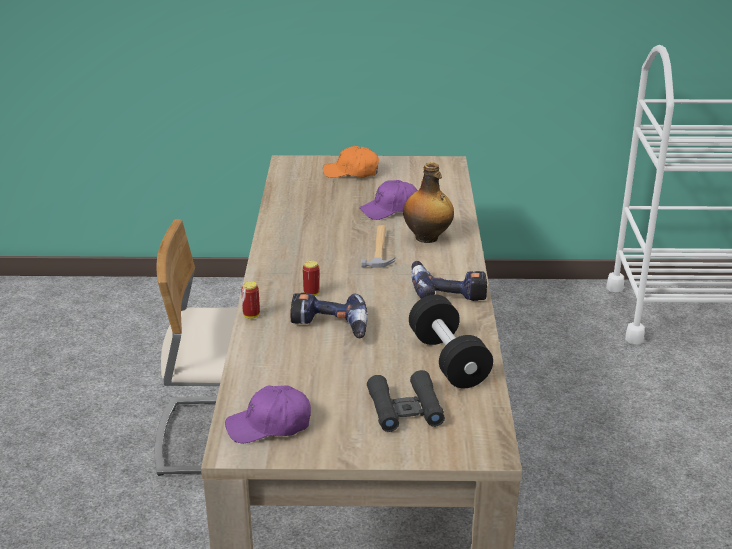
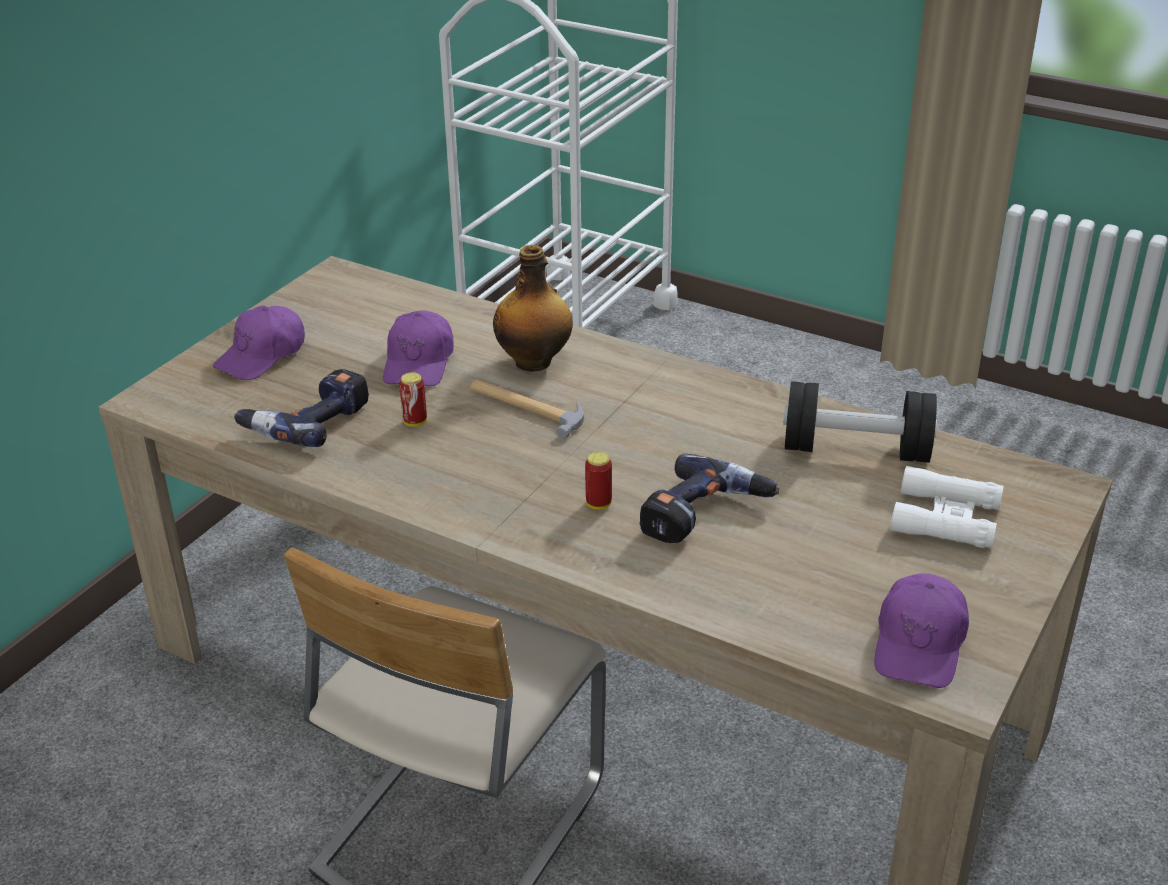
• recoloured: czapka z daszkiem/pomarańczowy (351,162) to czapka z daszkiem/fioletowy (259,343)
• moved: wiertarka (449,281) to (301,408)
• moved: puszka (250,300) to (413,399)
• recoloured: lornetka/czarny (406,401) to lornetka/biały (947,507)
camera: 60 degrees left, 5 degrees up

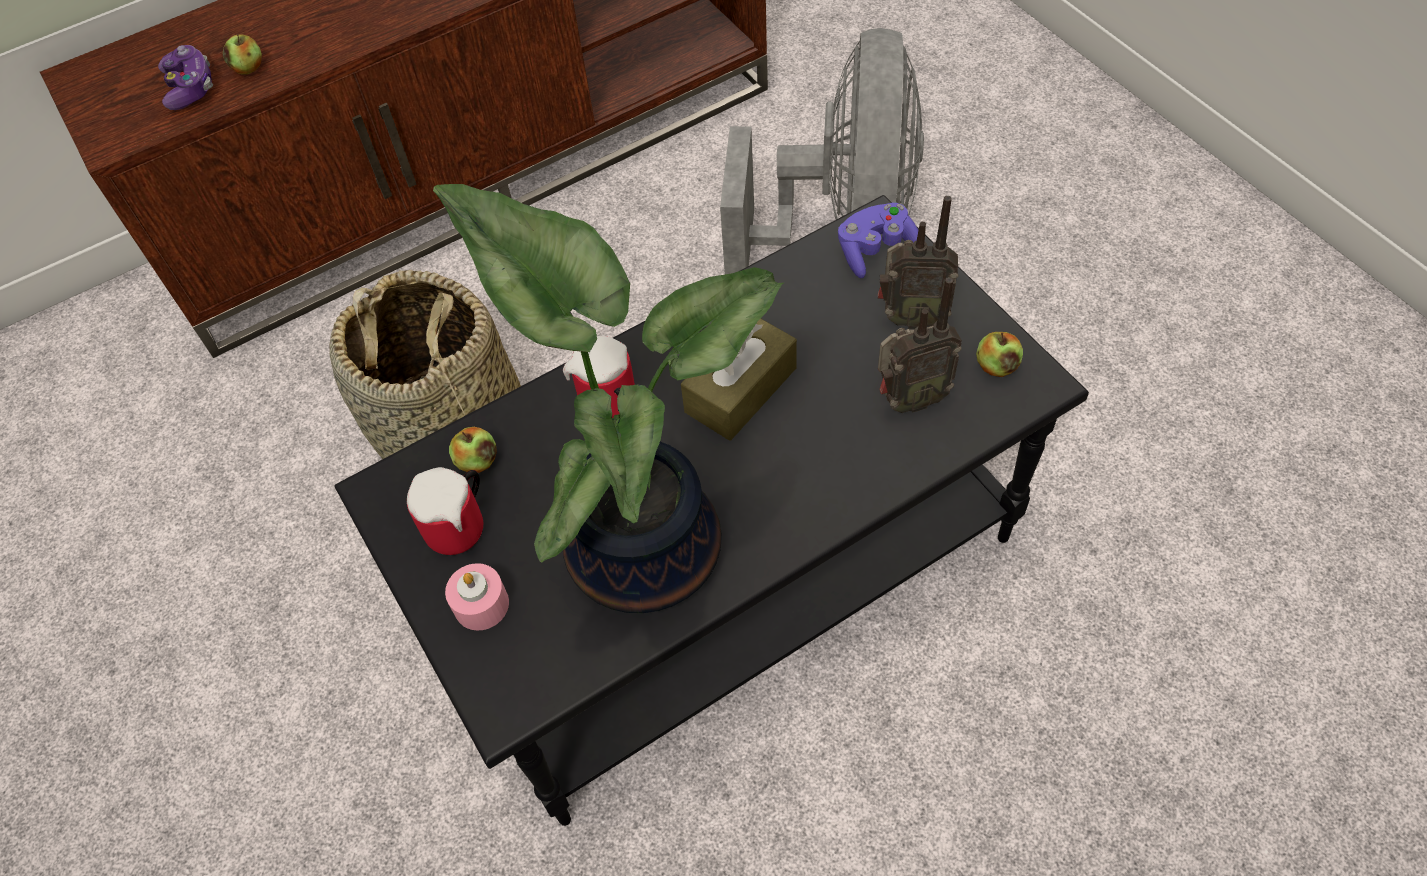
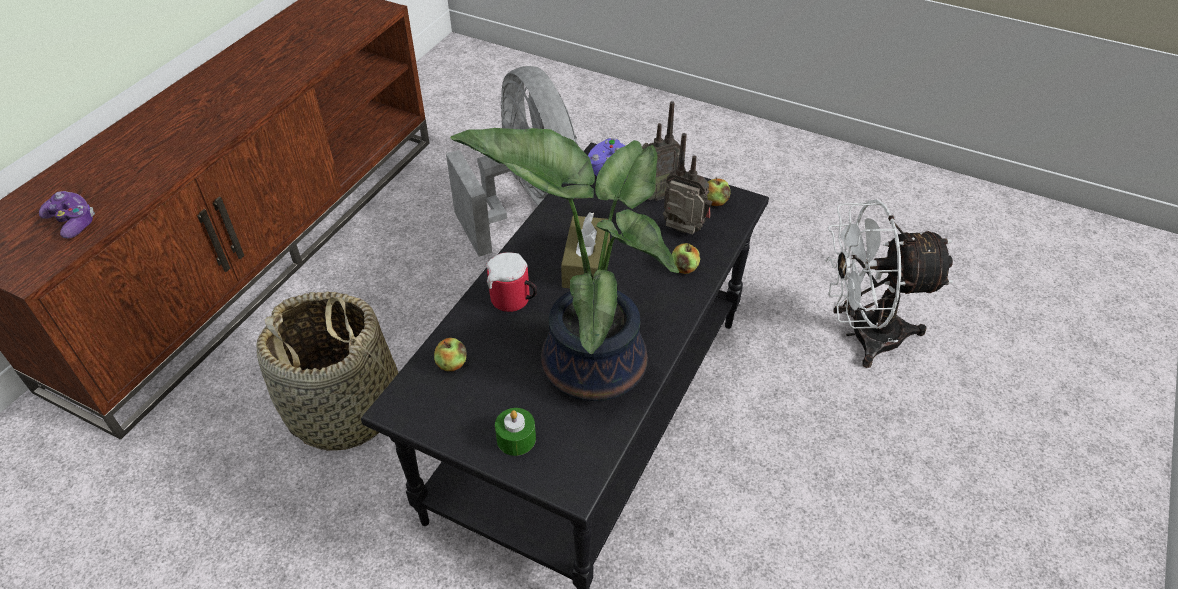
• moved: jabłko (242,54) to (686,258)
• turned: radio (920,345) = (688,184) 105 degrees counterclockwise
• removed: kubek (445,511)
• recoloured: świeca/różowy (477,597) to świeca/zielony (515,432)
• added: wentylator/biały (889,283)
camera: 35 degrees left, 10 degrees down

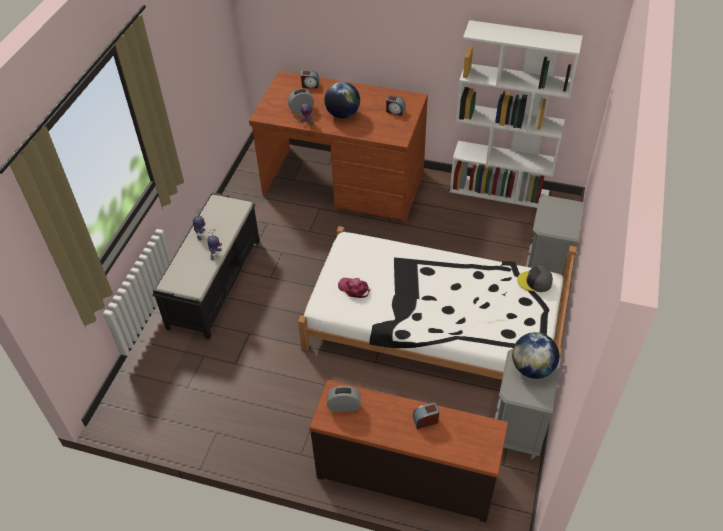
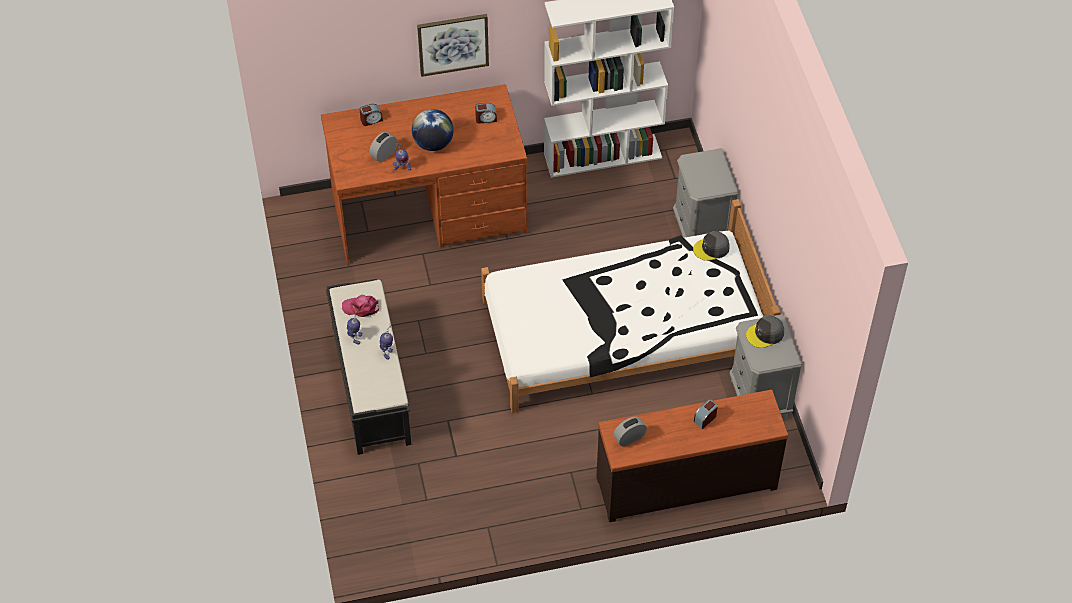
• moved: czapka z daszkiem/różowy (354,288) to (360,306)
• replaced: globus (535,355) to czapka z daszkiem/szary (765,331)
• added: obraz (453,45)
camera: 30 degrees left, 5 degrees up

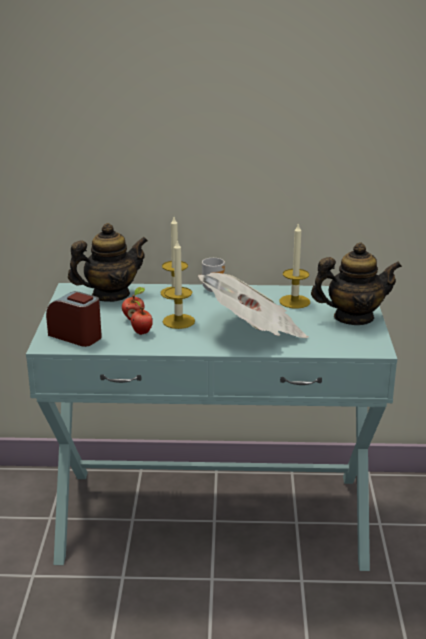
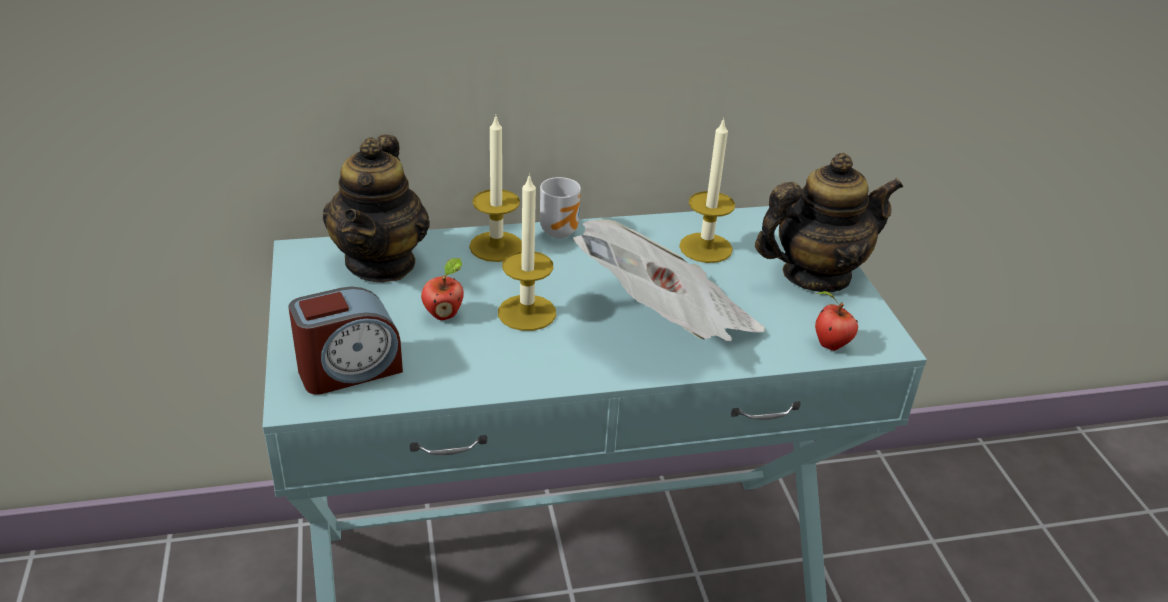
• turned: imbryk (108,262) = (376,208) 135 degrees clockwise
• turned: budzik (74,319) = (345,340) 135 degrees clockwise
• moved: jabłko (142,318) to (836,321)
camera: 15 degrees left, 10 degrees up

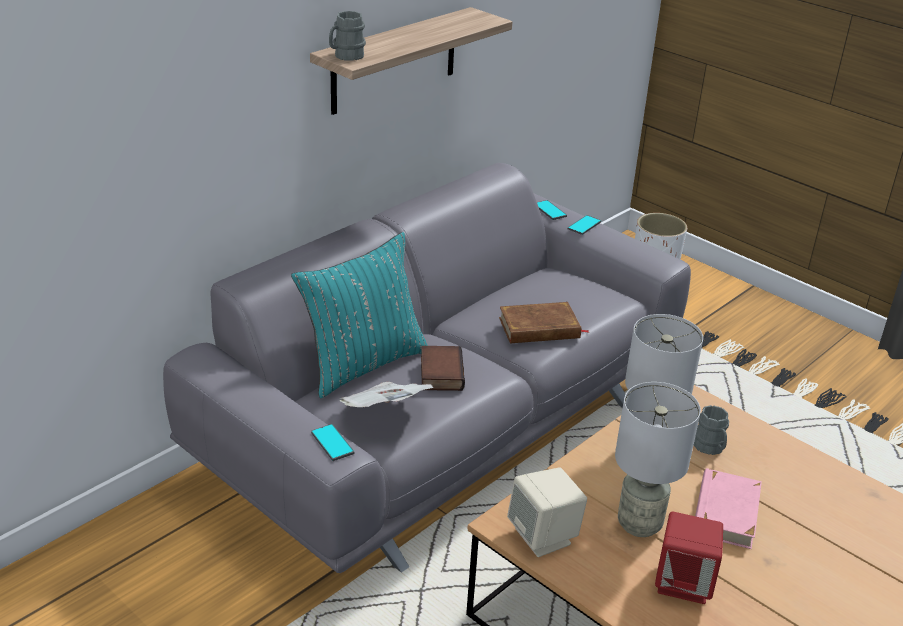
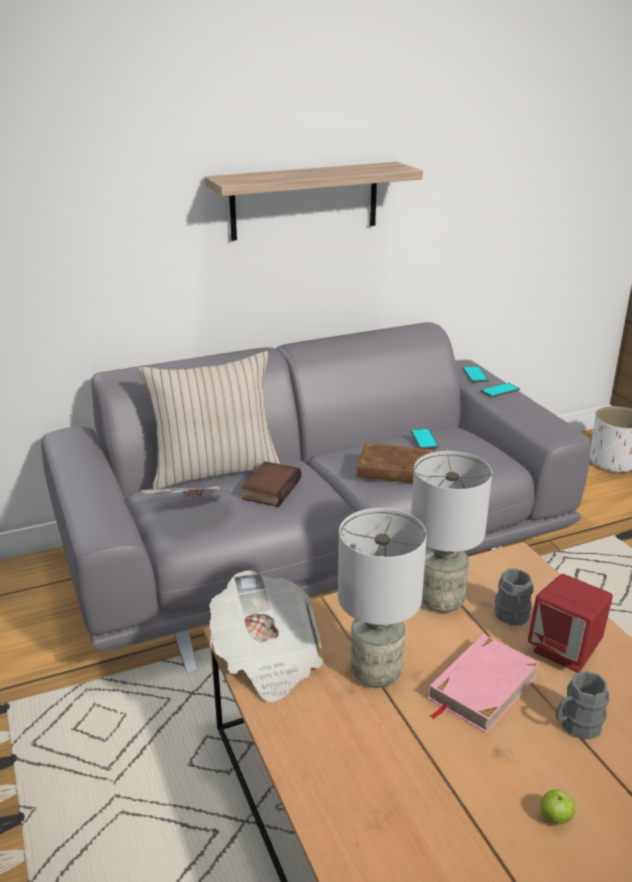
• moved: kubek/szary (347,36) to (582,705)
• recoloured: poduszka/turkusowy (359,315) to poduszka/beżowy (209,420)
• moved: telefon (332,442) to (425,439)
• replaced: głośnik/beżowy (547,512) to gazeta (266,636)
• moved: głośnik/czerwony (689,557) to (570,623)
• added: jabłko (558,806)
camera: 25 degrees right, 5 degrees down

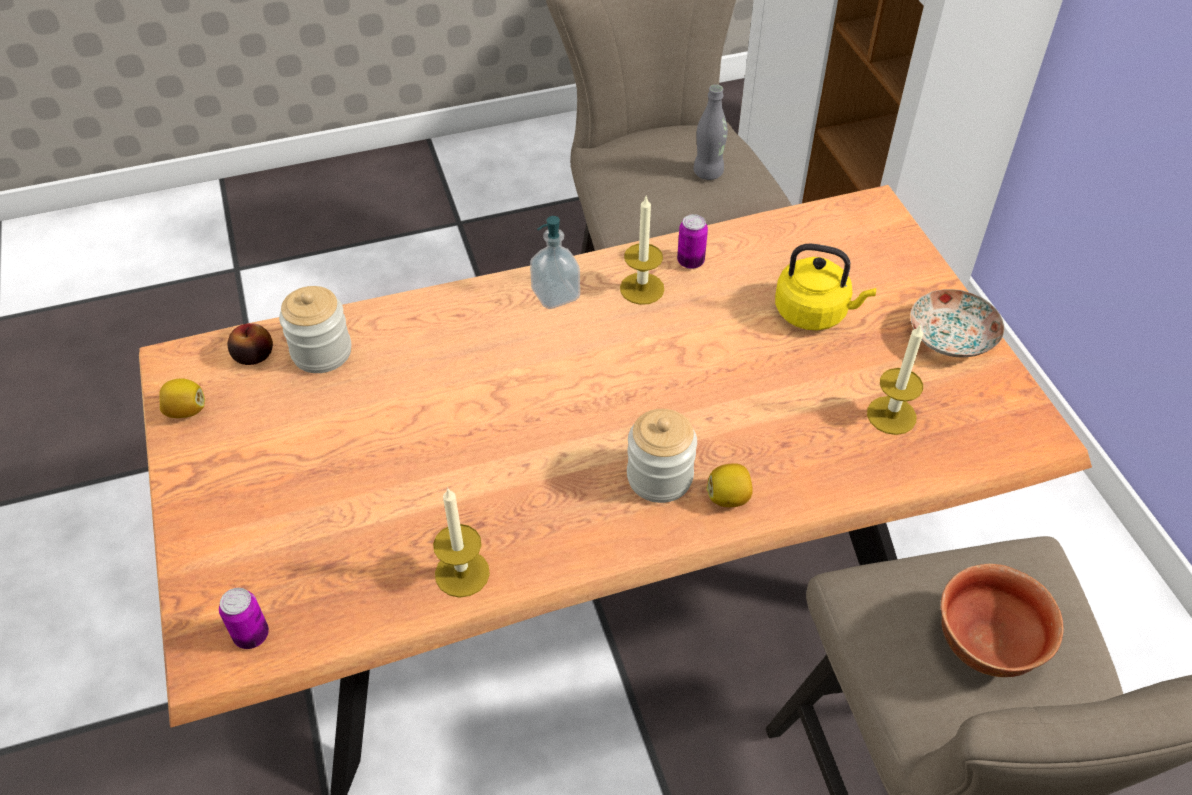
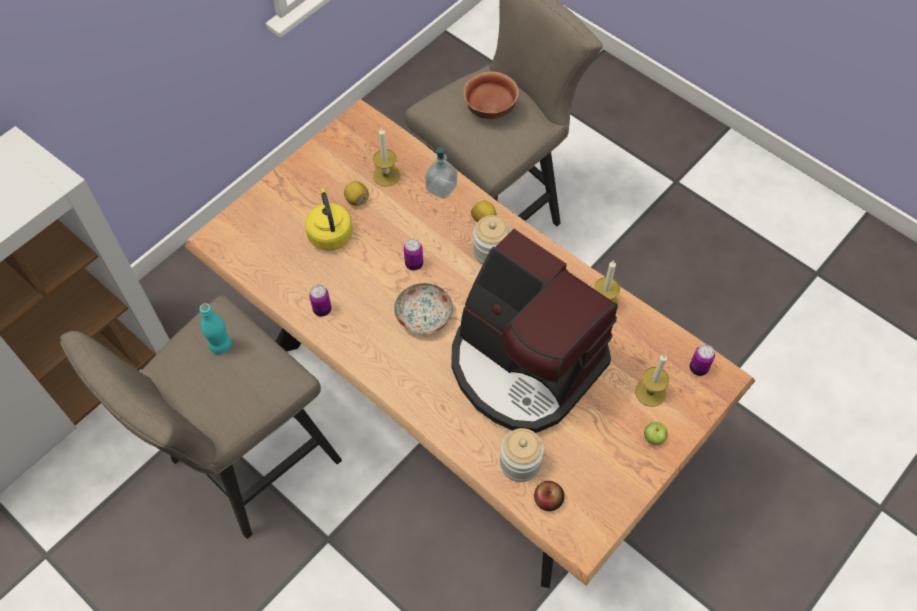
• recoloured: butelka/szary (710,132) to butelka/turkusowy (216,328)
• moved: świeca (642,250) to (652,380)
• moved: dozownik mydła (555,262) to (441,173)
• moved: talerz (957,323) to (423,308)
• moved: cytryna (182,398) to (356,193)
• added: ekspres do kawy (534,331)
• added: puszka (413,254)
• added: jabłko (656,433)
camera: 120 degrees left, 10 degrees up

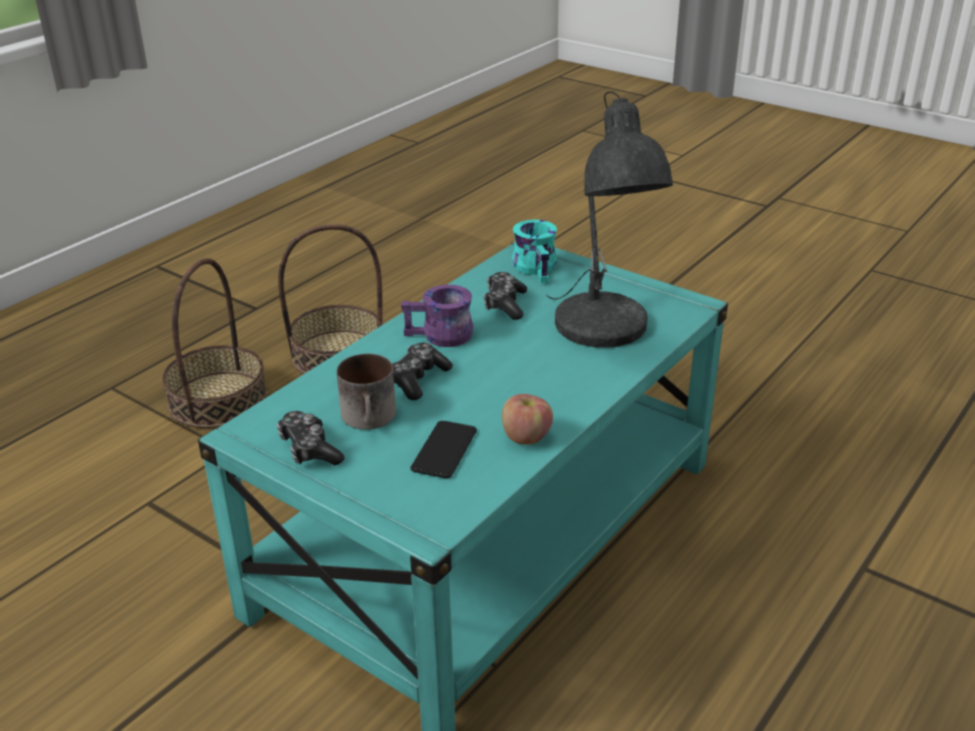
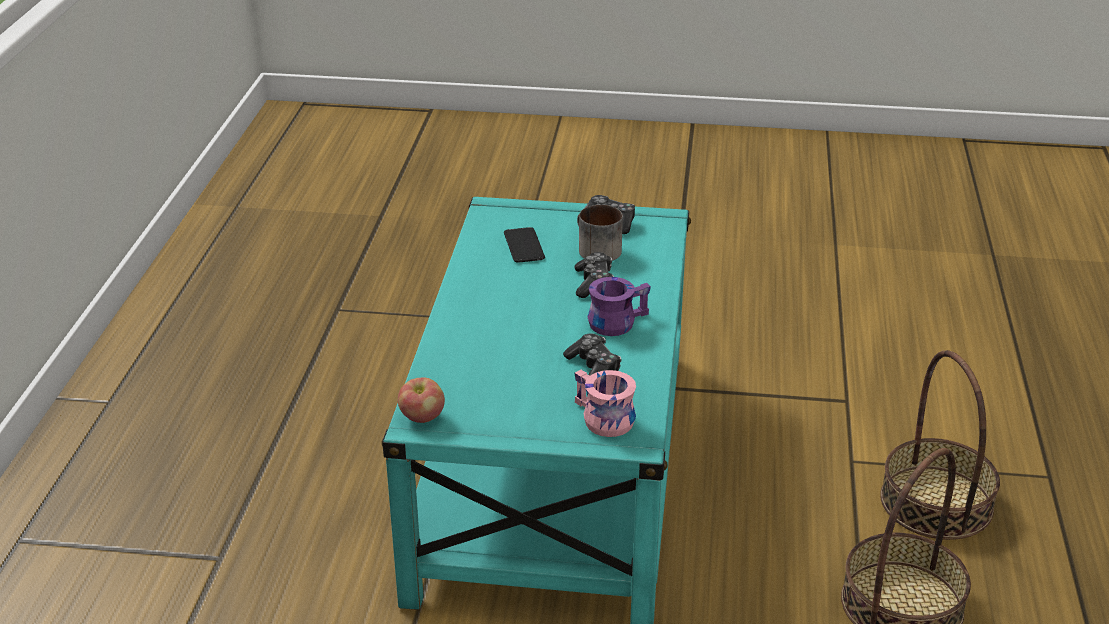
• removed: lampa stołowa/szary (609,220)
• recoloured: kubek/turkusowy (534,251) to kubek/różowy (605,403)
• moved: jabłko (527,419) to (421,400)
camera: 150 degrees right, 0 degrees up

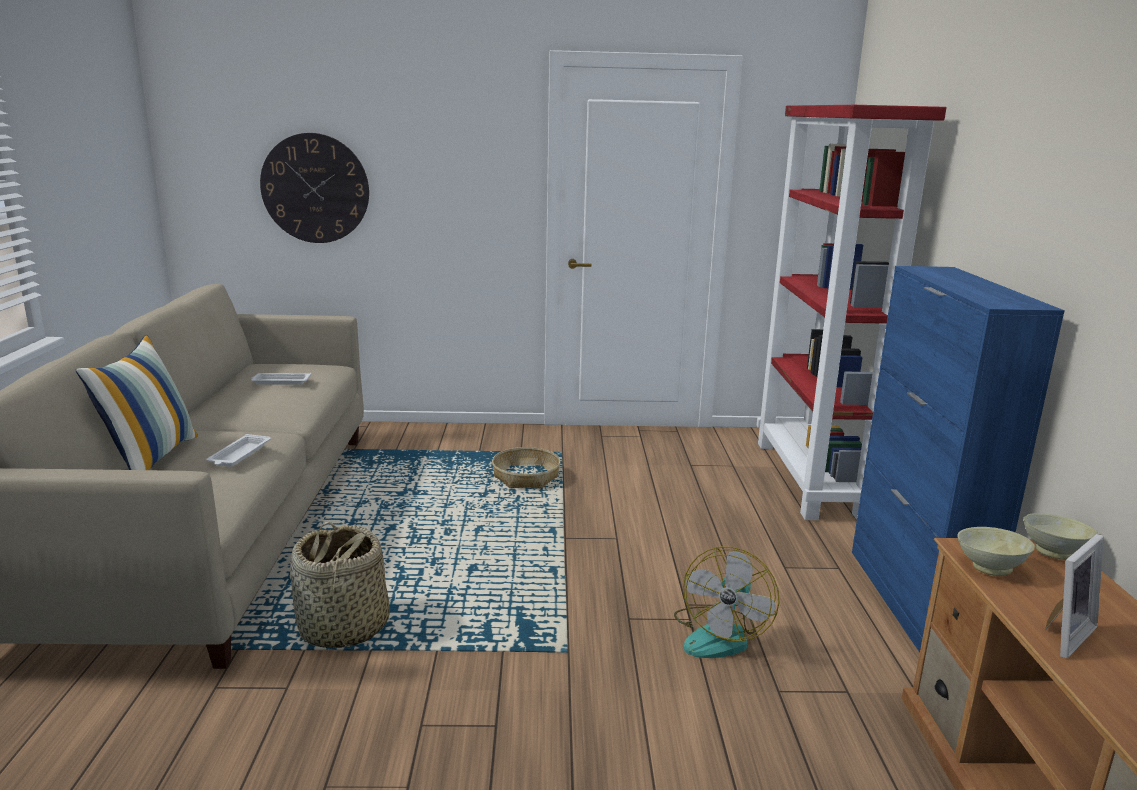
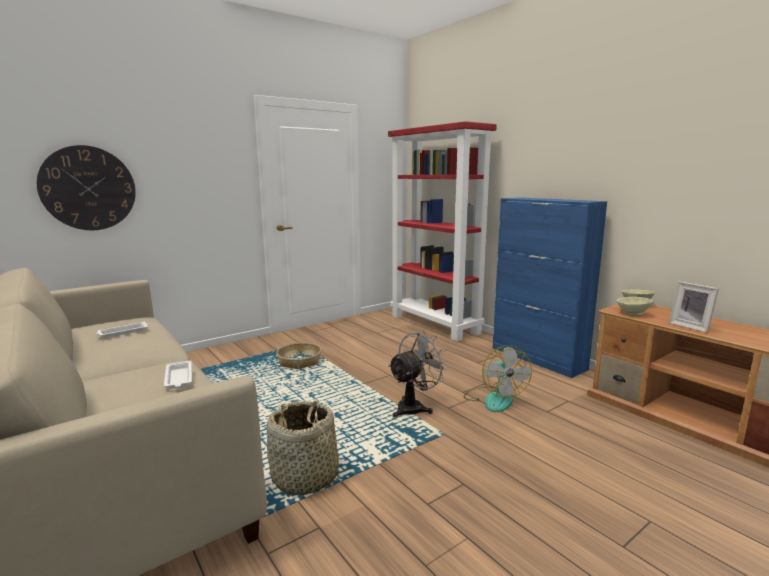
• removed: poduszka (137,402)
• turned: ramka na zdjęcie (1074,596) = (694,307) 135 degrees clockwise
• added: wentylator/szary (419,374)
camera: 35 degrees left, 5 degrees down

